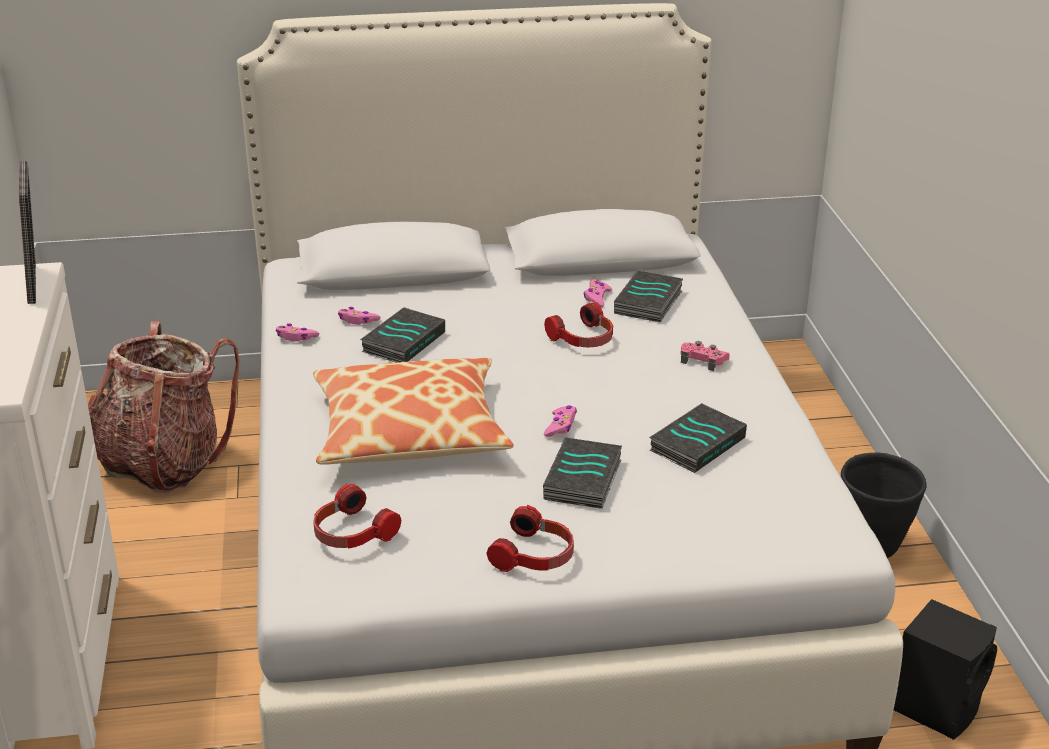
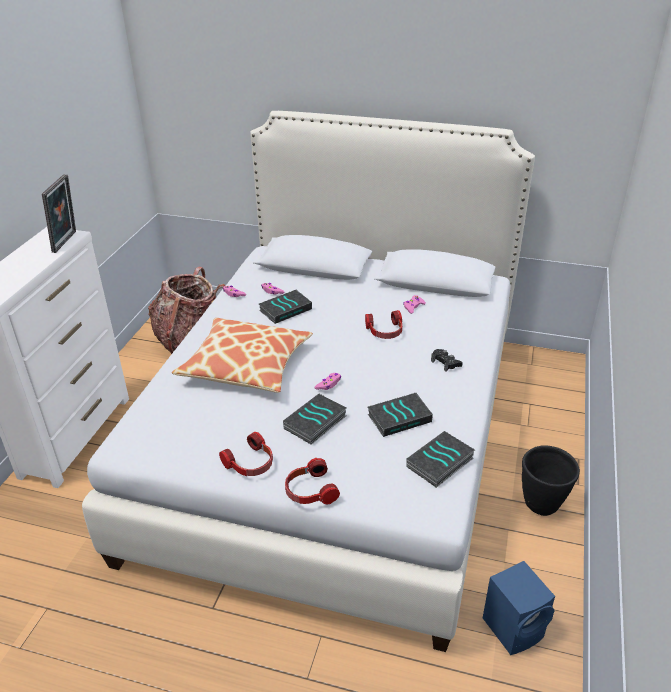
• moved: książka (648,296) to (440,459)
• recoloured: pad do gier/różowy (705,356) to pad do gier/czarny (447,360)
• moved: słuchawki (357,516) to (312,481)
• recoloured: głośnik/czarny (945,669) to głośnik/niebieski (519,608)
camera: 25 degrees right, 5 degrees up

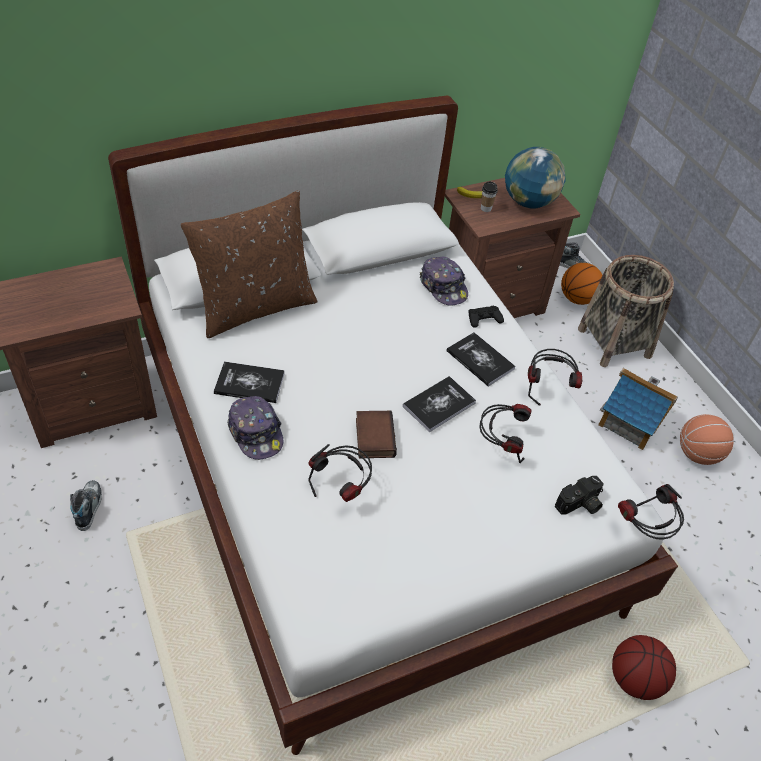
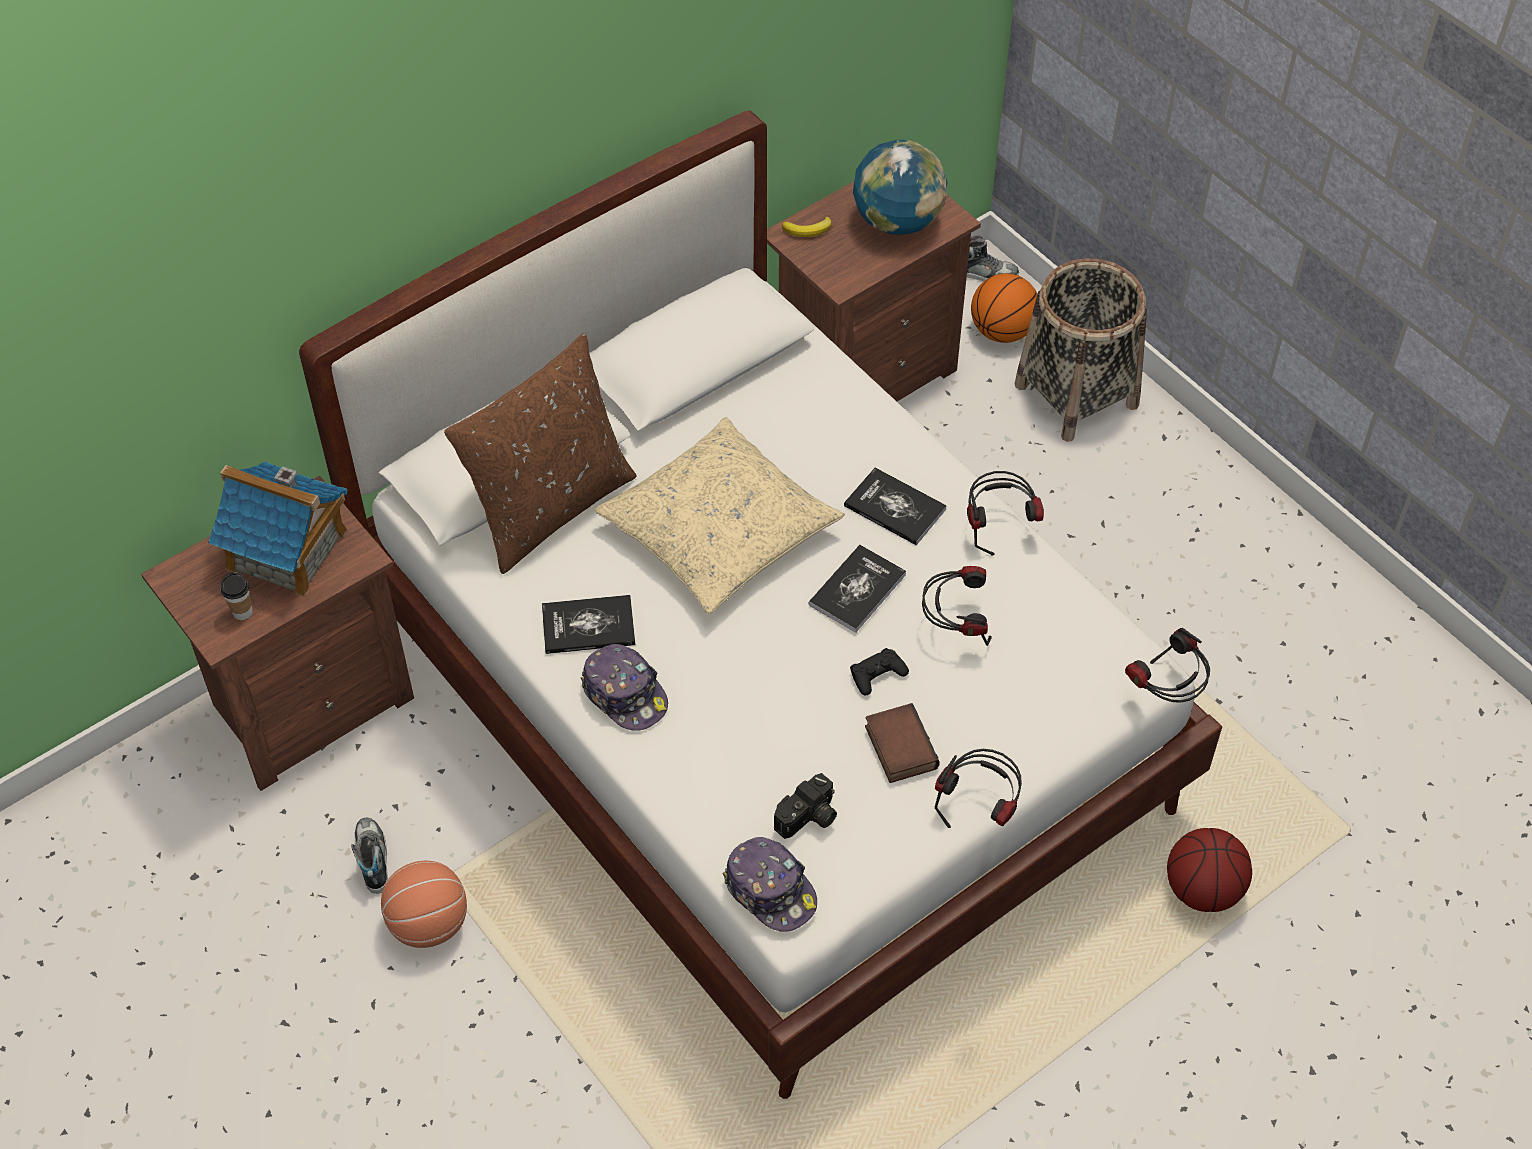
• moved: filiżanka (489,196) to (237,596)
• moved: czapka z daszkiem (444,281) to (769,884)
• moved: pad do gier/czarny (486,317) to (879,671)
• moved: domek (638,409) to (278,529)
• moved: książka (376,434) to (902,743)
• moved: piłka do koszykówki (707,439) to (424,904)
• moved: słuchawki (340,473) to (978,788)
• moved: aparat fotograficzny (579,495) to (805,806)
• added: poduszka/beżowy (719,515)
camera: 10 degrees left, 5 degrees up

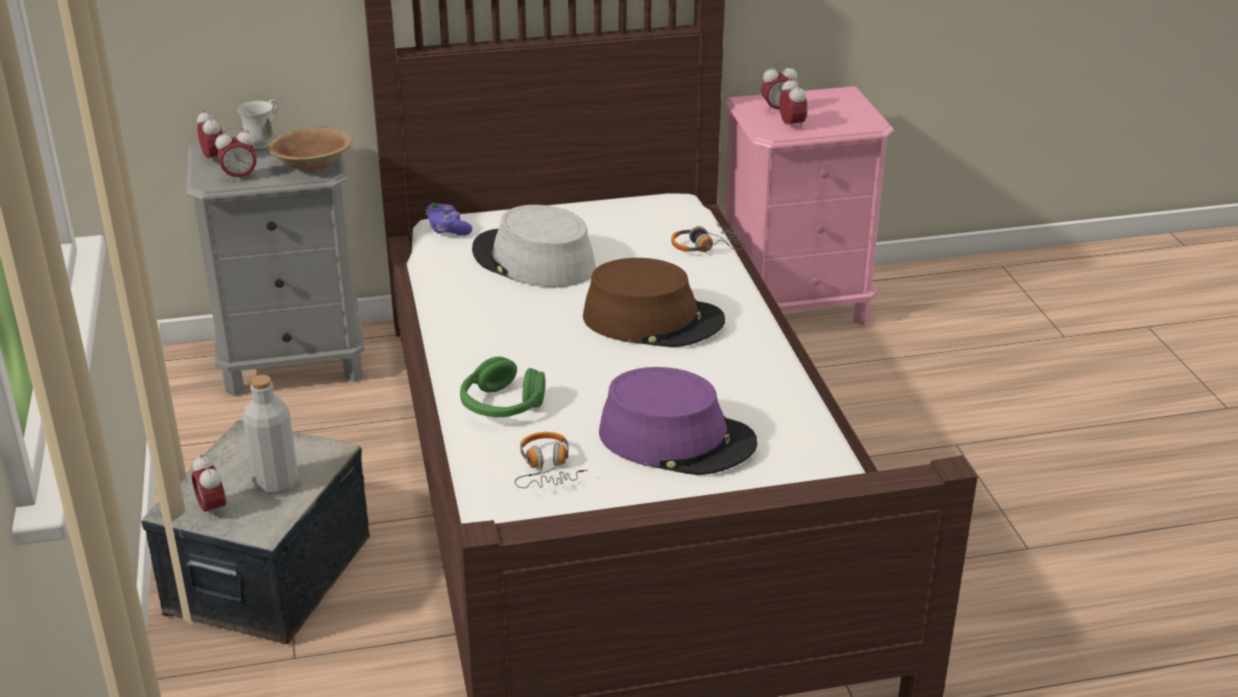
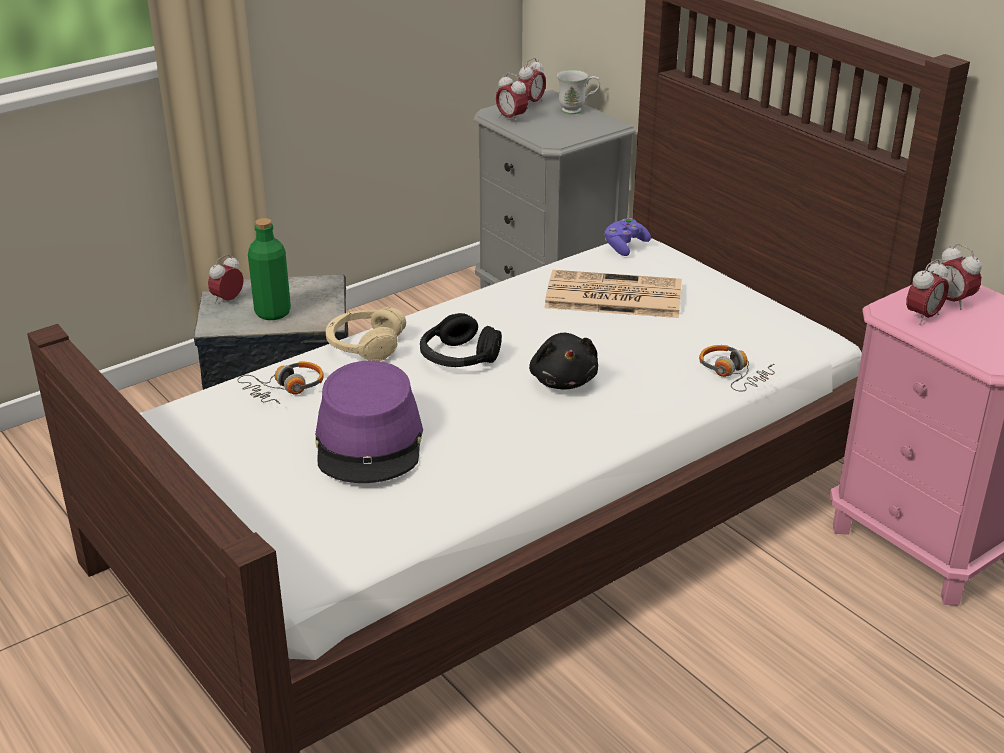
• removed: miska/brązowy (310,149)
• replaced: kapelusz/szary (534,246) to gazeta (613,294)
• replaced: kapelusz/brązowy (654,302) to pluszak/czarny (563,361)
• recoloured: słuchawki/zielony (502,387) to słuchawki/beżowy (366,334)
• recoloured: butelka/szary (270,435) to butelka/zielony (269,269)
• added: słuchawki/czarny (461,340)
camera: 65 degrees right, 0 degrees up

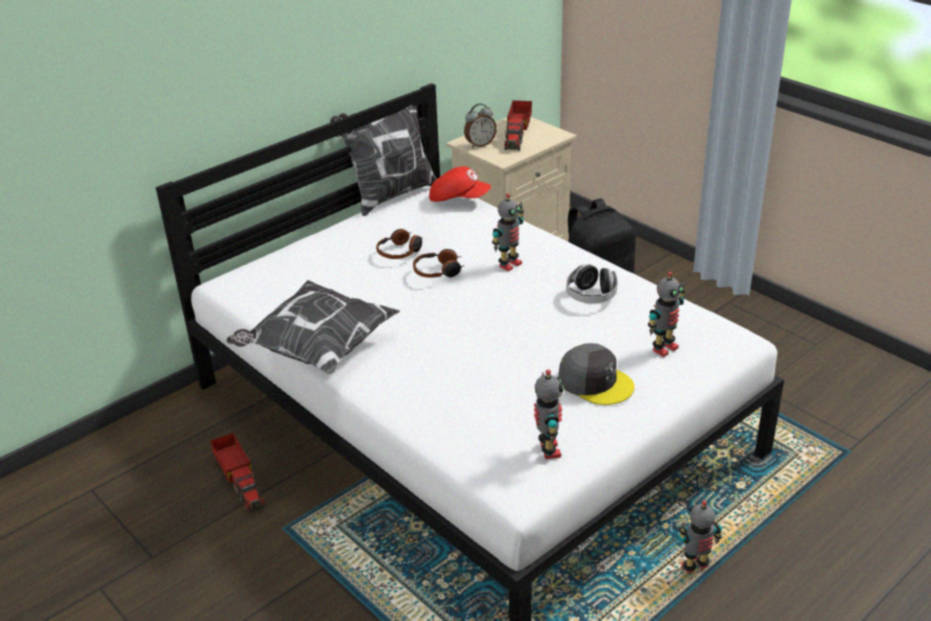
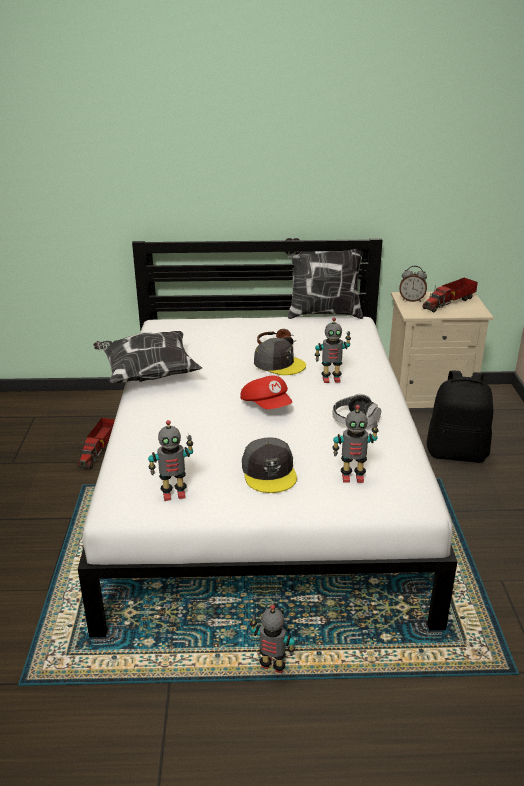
• moved: czapka z daszkiem/czerwony (460,184) to (266,392)
• replaced: słuchawki (439,263) to czapka z daszkiem/szary (280,356)
• turned: robot zabawkowy (549,414) = (170,460) 45 degrees clockwise
camera: 40 degrees right, 5 degrees down

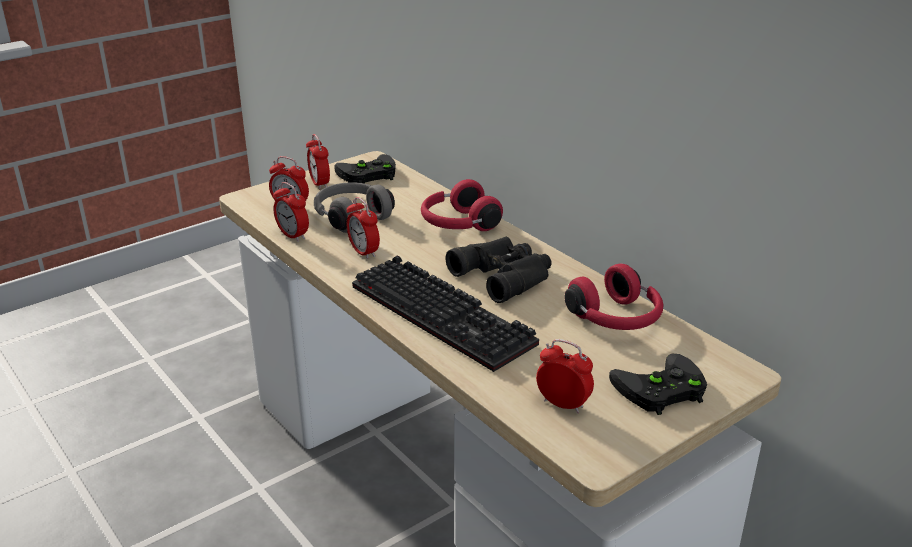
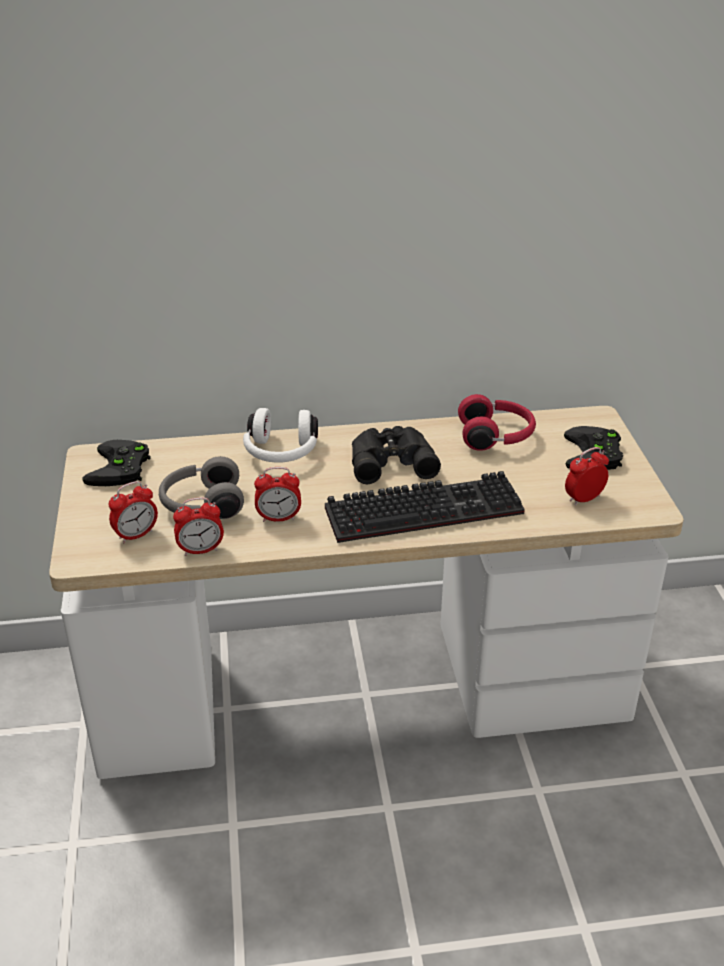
• removed: budzik (318,161)
• recoloured: słuchawki/czerwony (462,205) to słuchawki/biały (280,435)
camera: 60 degrees left, 5 degrees up

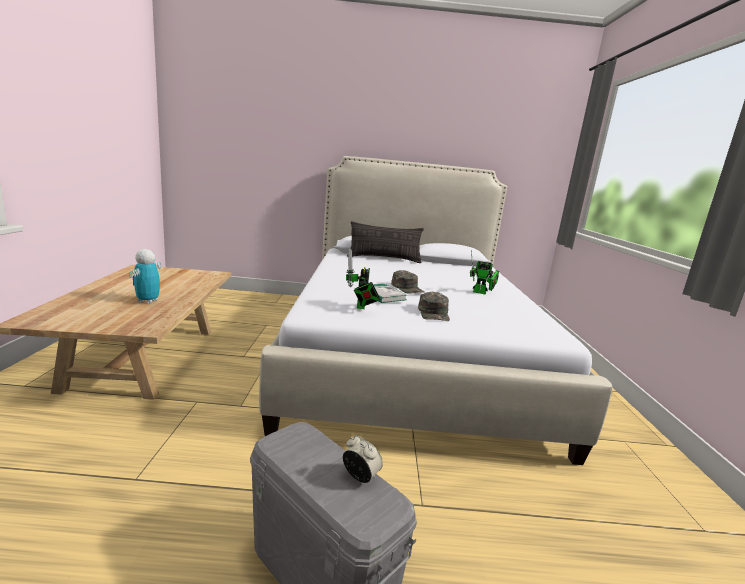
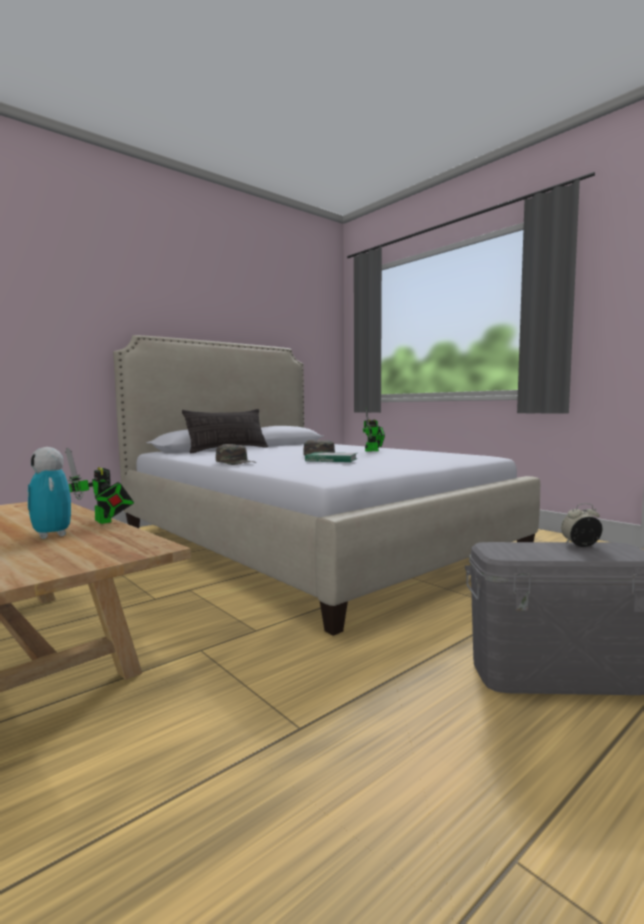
• moved: robot zabawkowy (363,279) to (99,485)
• moved: czapka z daszkiem/zielony (434,306) to (236,454)
camera: 40 degrees left, 10 degrees down

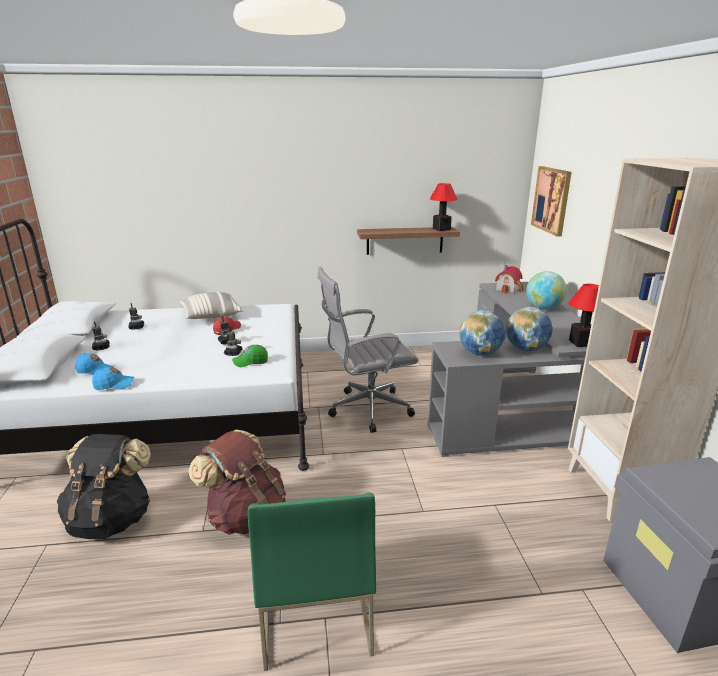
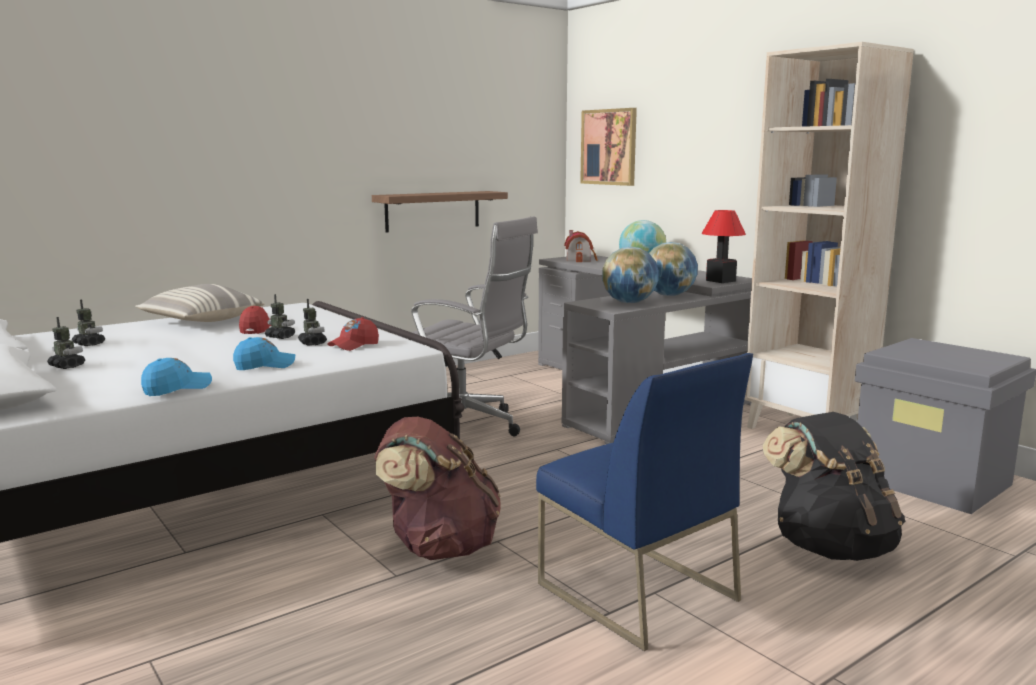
• removed: lampa stołowa (443,207)
• turned: krzesło biurowe/szary (367,350) = (468,326) 105 degrees counterclockwise
• recoloured: czapka z daszkiem/zielony (250,356) to czapka z daszkiem/czerwony (353,334)
• moved: czapka z daszkiem/niebieski (94,364) to (264,353)
• moved: plecak/czarny (104,486) to (834,486)
• recoloured: krzesło/zielony (312,581) to krzesło/niebieski (644,502)
camera: 30 degrees left, 10 degrees down

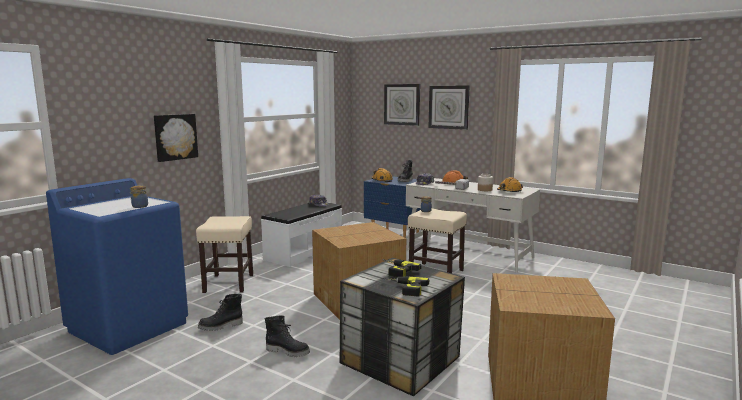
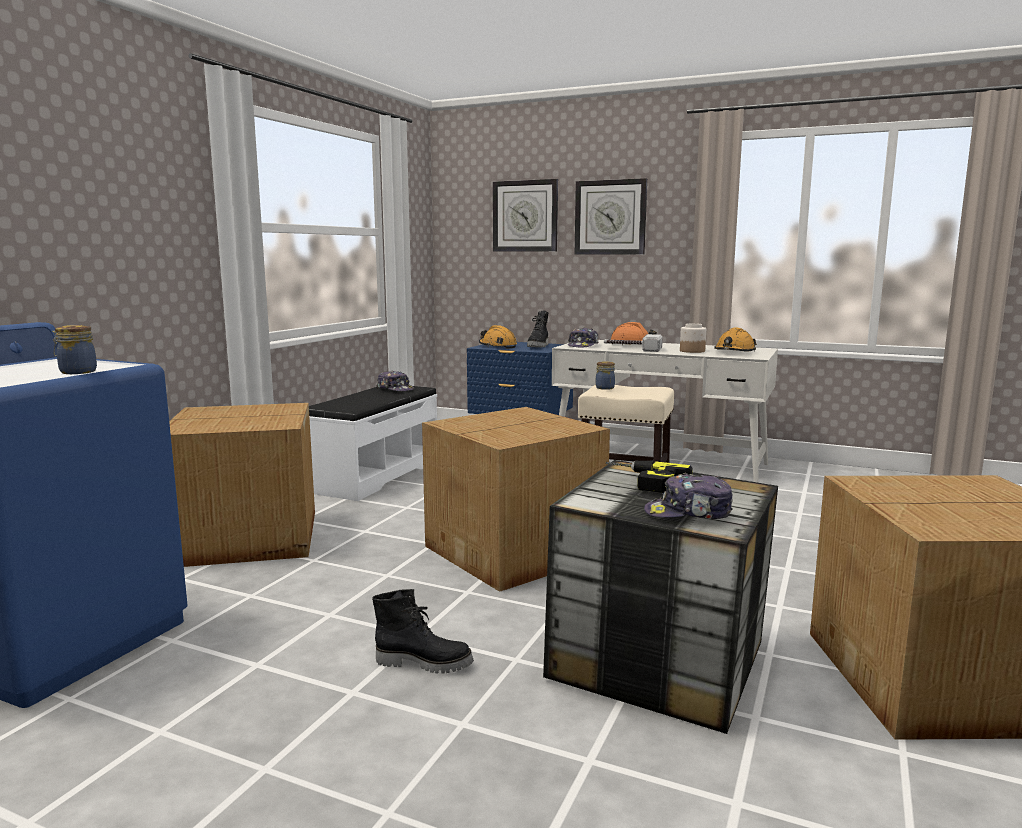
• removed: obraz (176,138)
• replaced: stołek/beżowy (224,254) to karton (242,485)
• replaced: wiertarka (405,286) to czapka z daszkiem (688,496)
• removed: but z cholewką/czarny (220,312)
camera: 10 degrees left, 0 degrees up

